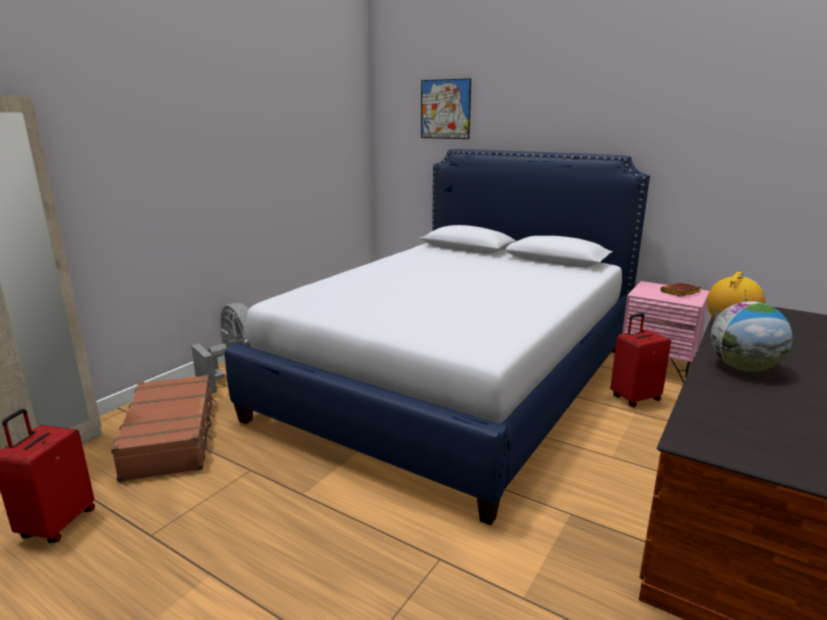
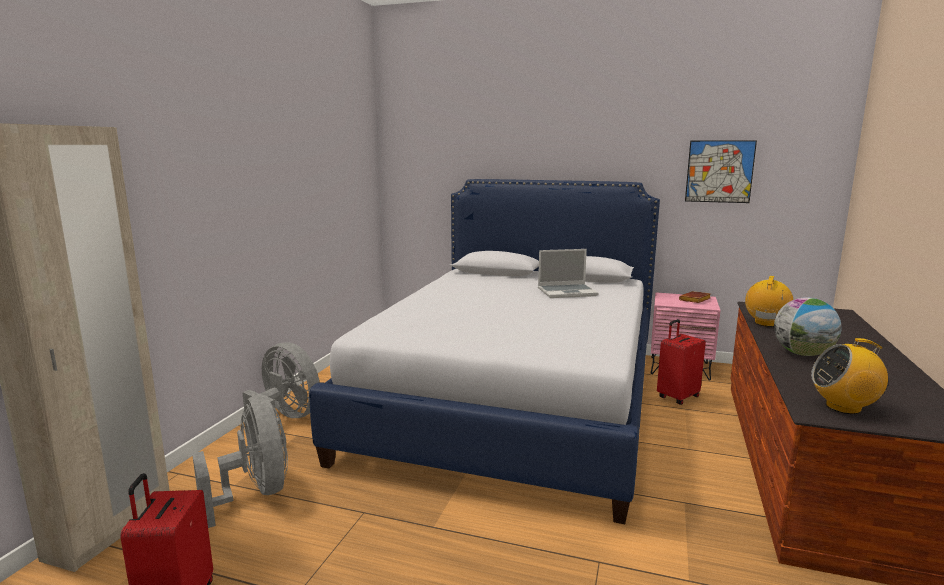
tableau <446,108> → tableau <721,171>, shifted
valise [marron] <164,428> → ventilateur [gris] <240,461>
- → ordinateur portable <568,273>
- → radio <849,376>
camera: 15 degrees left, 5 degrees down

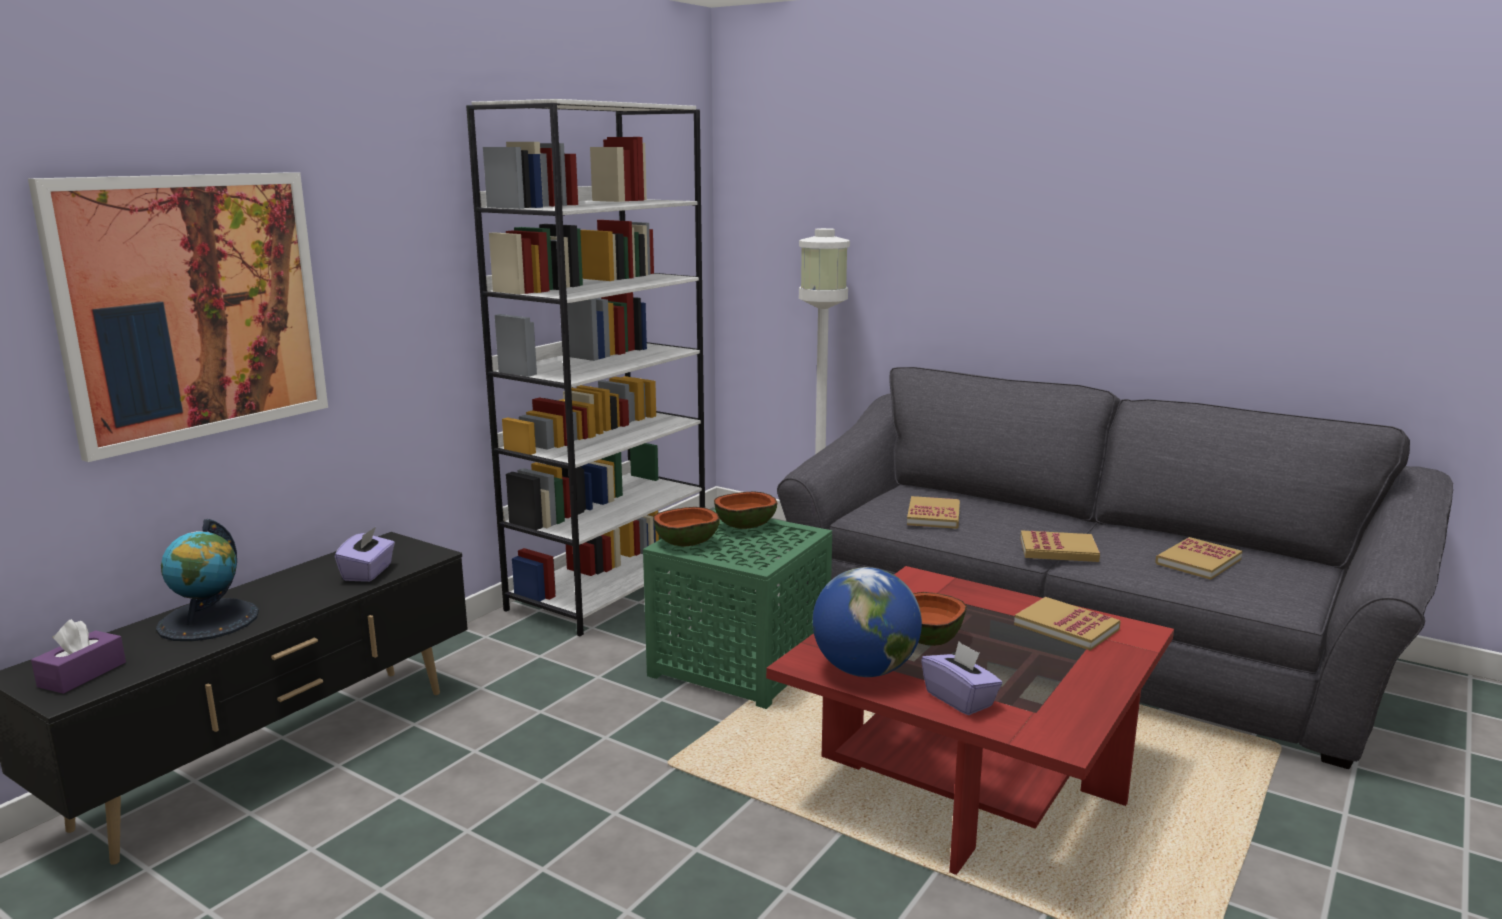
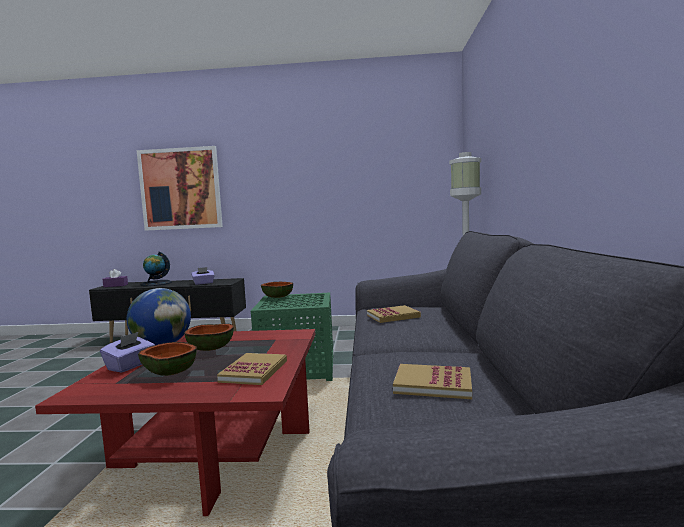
bibliothèque [blanc] <585,367> → -
bol <745,510> → bol <167,359>, shifted
livre <1060,546> → -
camera: 60 degrees right, 10 degrees down

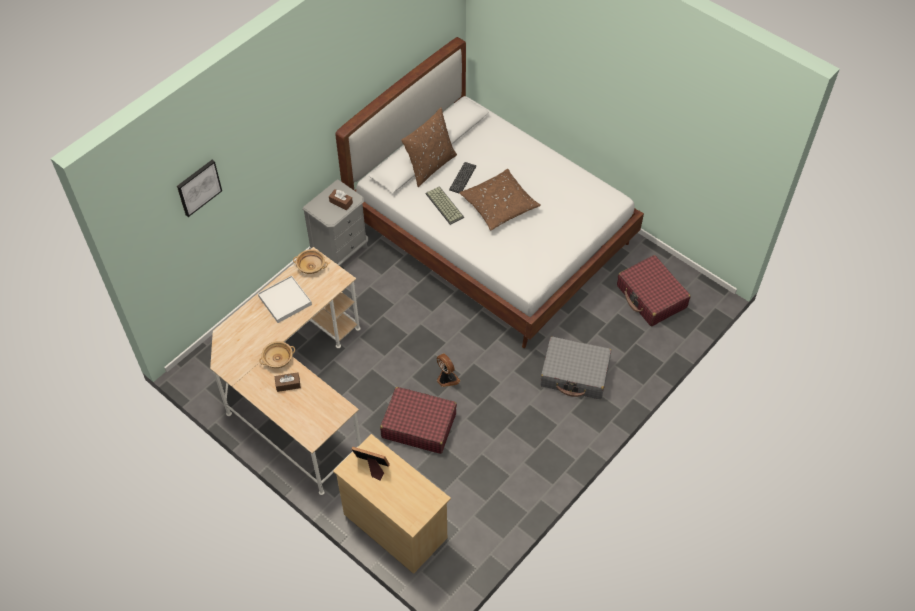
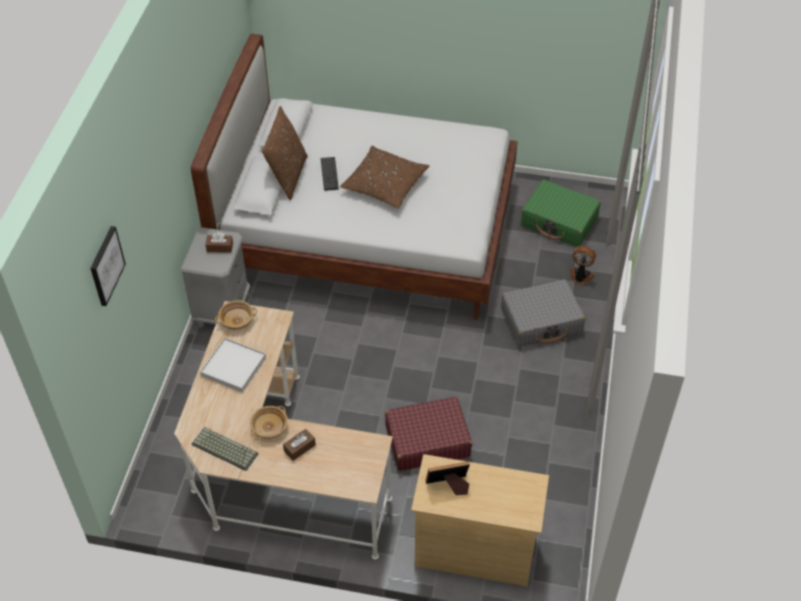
clavier <444,205> → clavier <225,449>, shifted
valise [rouge] <654,290> → valise [vert] <561,213>
ventilateur <448,370> → ventilateur <583,265>, shifted
camera: 30 degrees left, 5 degrees down

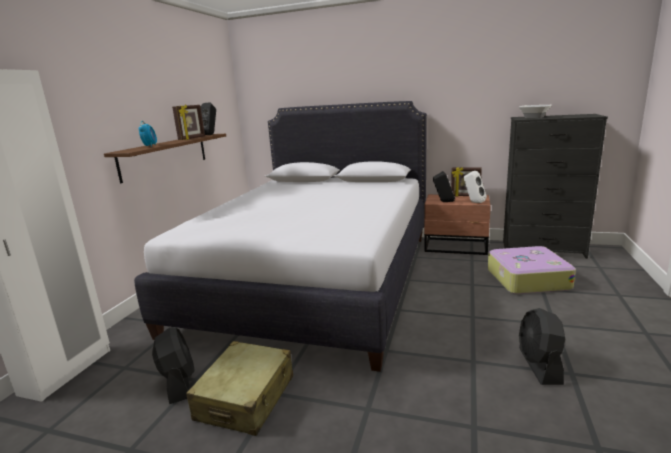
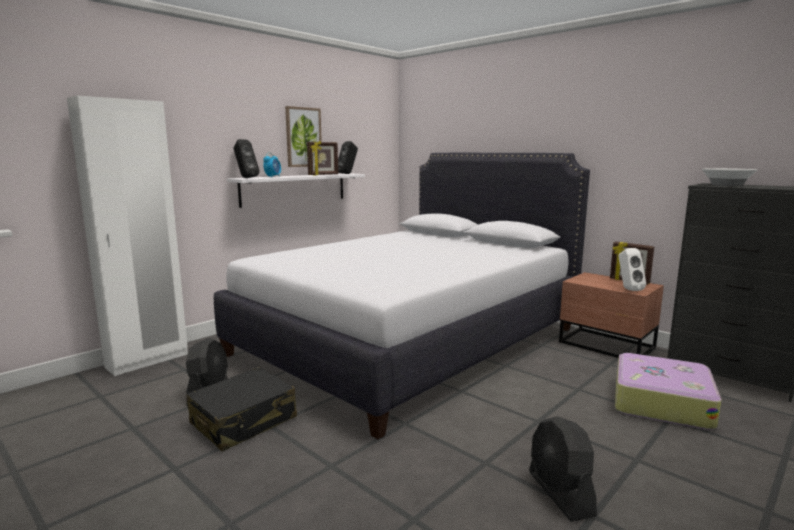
étagère [marron] <165,158> → étagère [blanc] <296,190>
enceinte [noir] <444,186> → enceinte [noir] <246,158>, shifted
ventilateur [noir] <542,346> → ventilateur [noir] <563,469>, 45 degrees counterclockwise
valise [beige] <239,388> → valise [noir] <241,409>
- → tableau <303,136>
camera: 25 degrees right, 5 degrees down

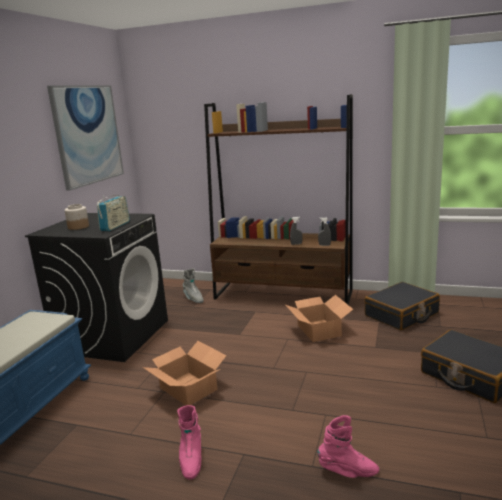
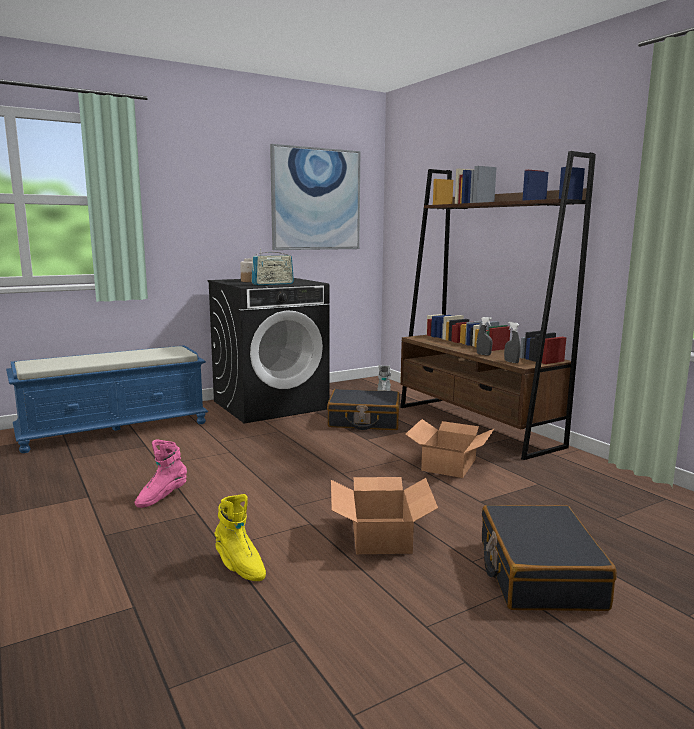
valise [noir] <402,306> → valise [noir] <363,409>, shifted
carton <185,373> → carton <384,515>, shifted
botte [rose] <348,446> → botte [jaune] <240,537>
camera: 40 degrees right, 5 degrees down

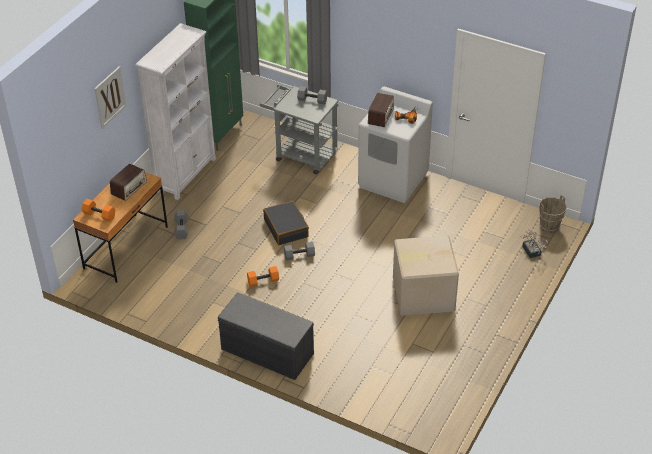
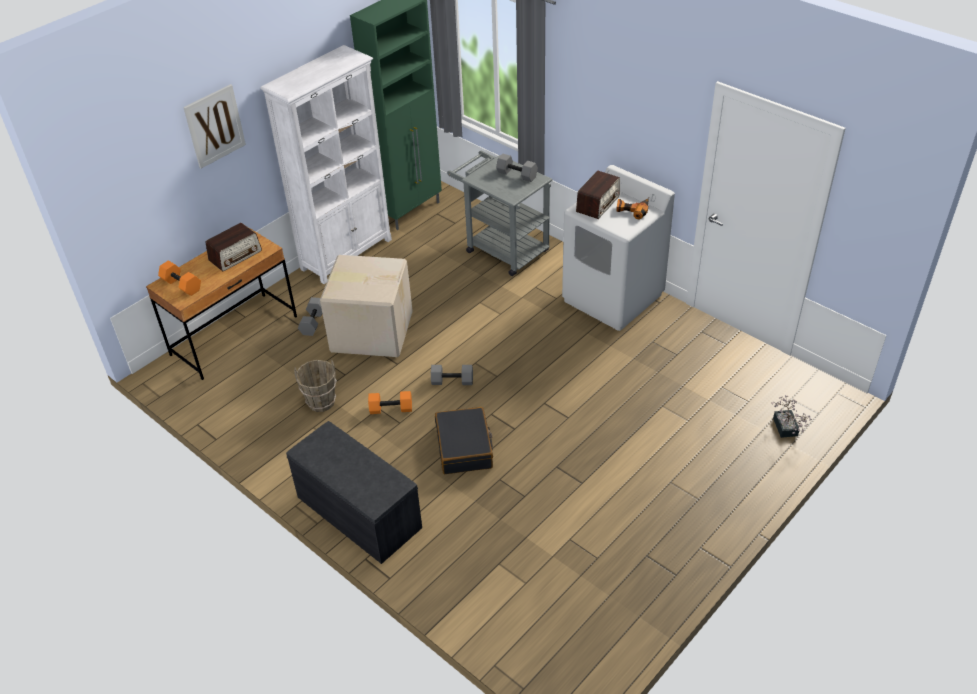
seau [marron] <553,214> → seau [marron] <315,385>, shifted
valise [noir] <286,223> → valise [noir] <464,440>, shifted
carton <426,275> → carton <366,306>, shifted
camera: 15 degrees right, 0 degrees up

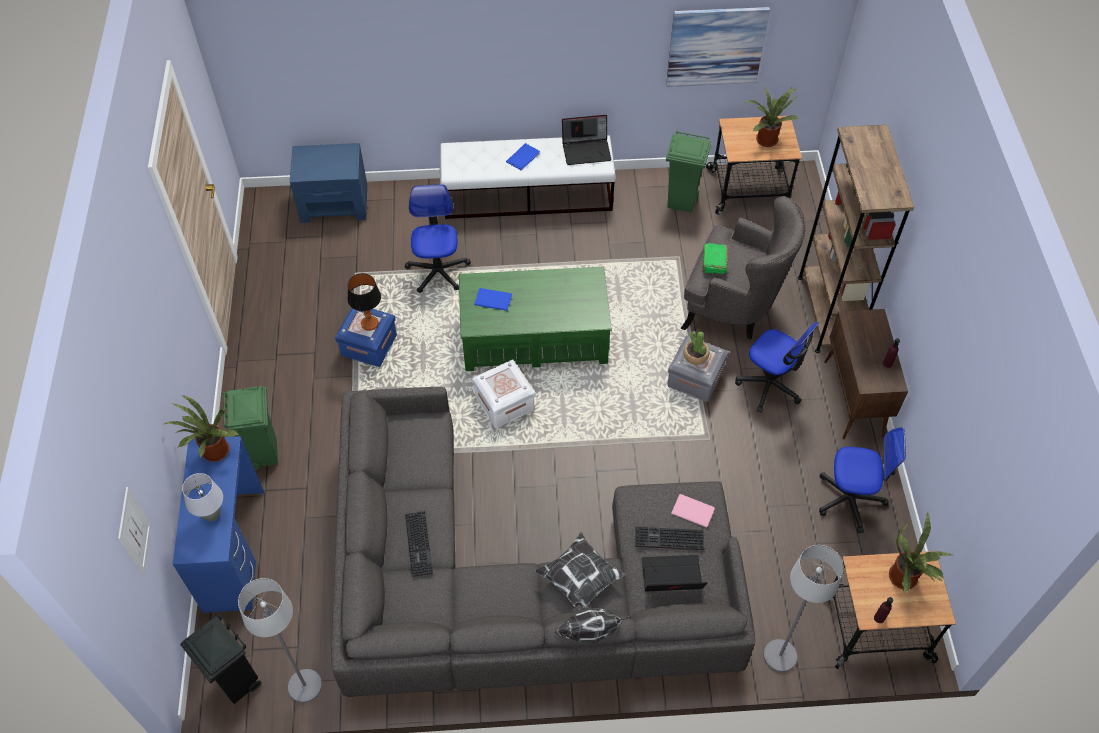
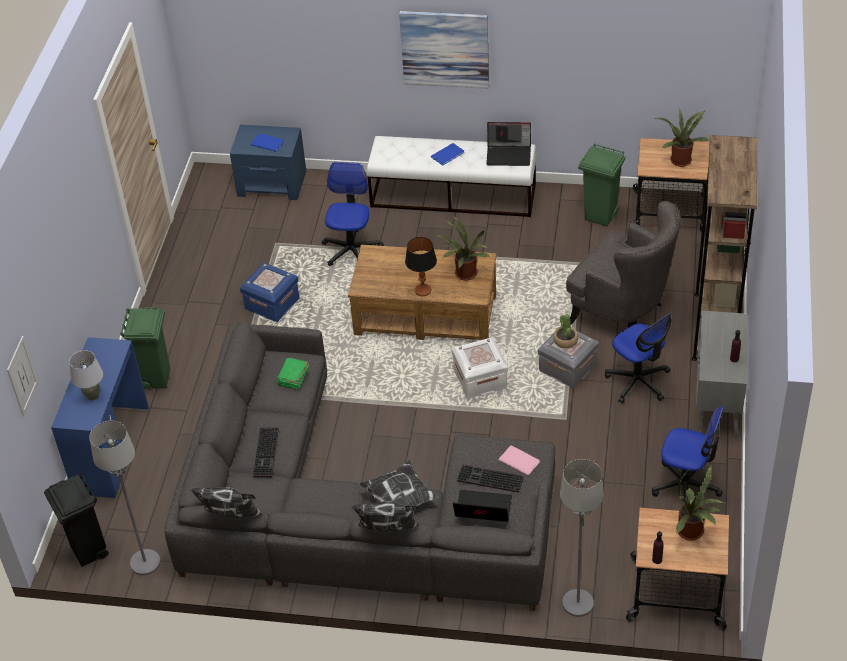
tableau <718,47> → tableau <444,50>, shifted
livre [vert] <715,259> → livre [vert] <293,374>, shifted
table basse [vert] <535,319> → table basse [marron] <422,292>
lampe de table <364,302> → lampe de table <421,266>, shifted
livre [bleu] <493,299> → livre [bleu] <267,142>, shifted
meuble de rangement [marron] <866,374> → meuble de rangement [gris] <721,375>
boîte de rangement [blanc] <503,393> → boîte de rangement [blanc] <480,368>, shifted
plante en pot <201,428> → plante en pot <463,248>, shifted
- → coussin <227,502>
camera: 15 degrees right, 10 degrees down

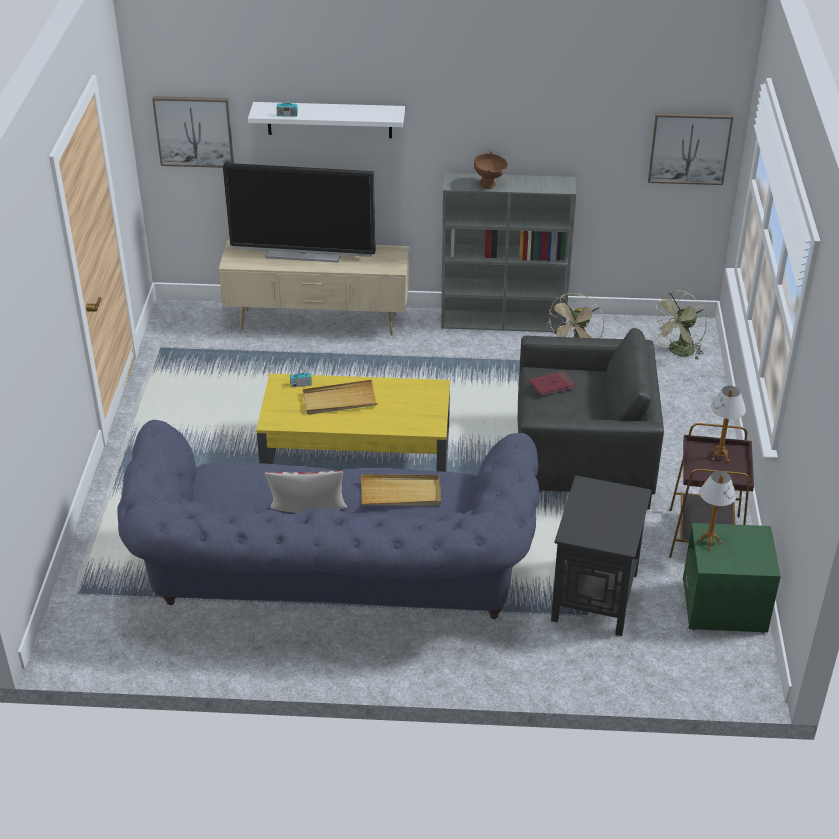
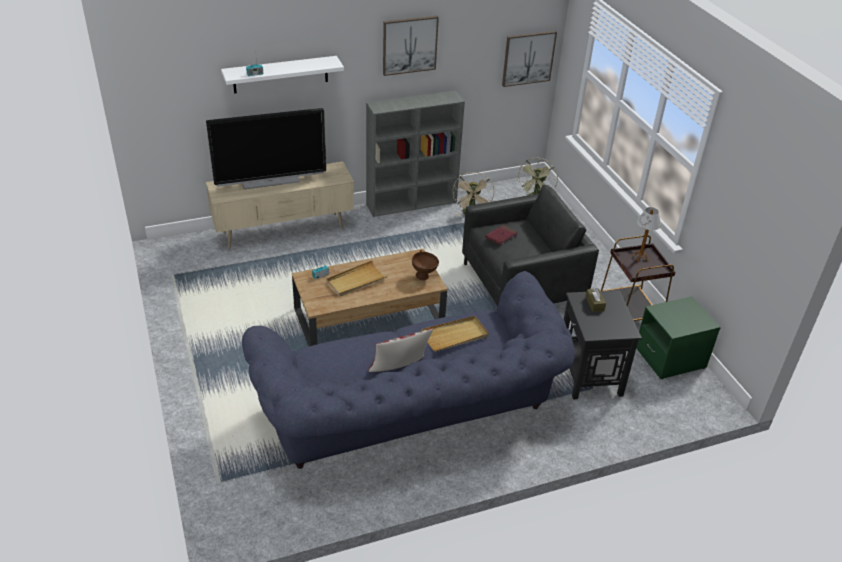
tableau <193,132> → tableau <411,46>, shifted
bol [marron] <491,170> → bol [marron] <425,265>, shifted
table basse [jaune] <353,423> → table basse [marron] <369,298>
lampe de table <717,510> → -
- → boîte à mouchoirs [marron] <595,300>
camera: 25 degrees left, 0 degrees up

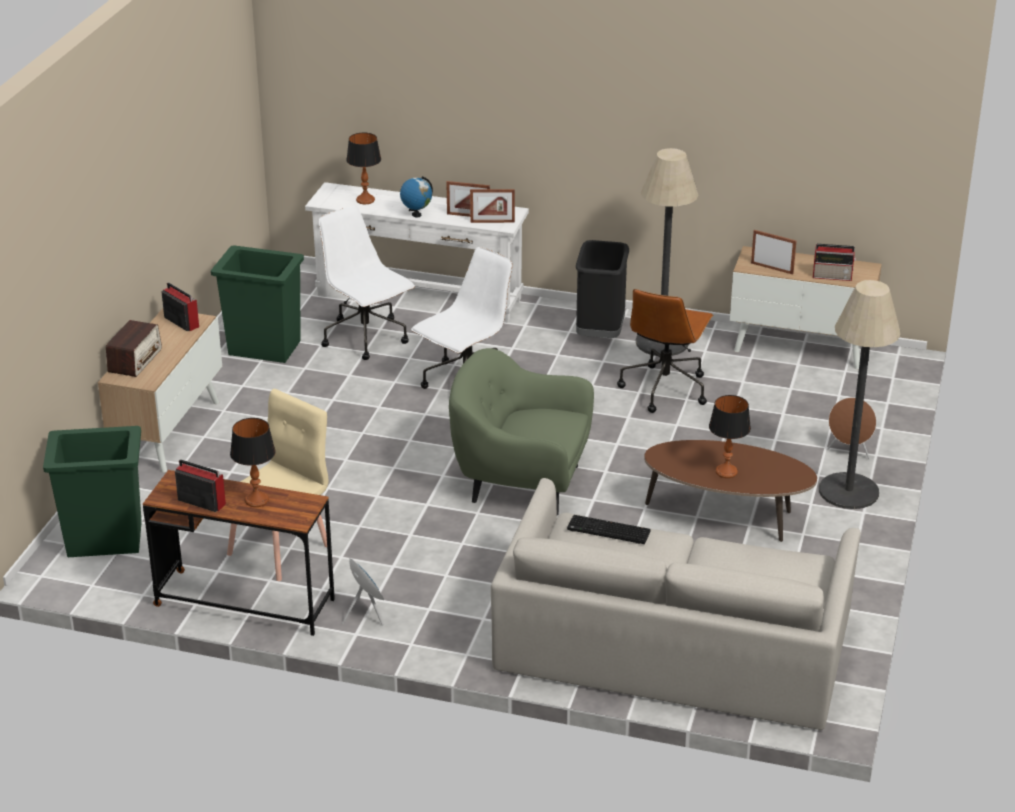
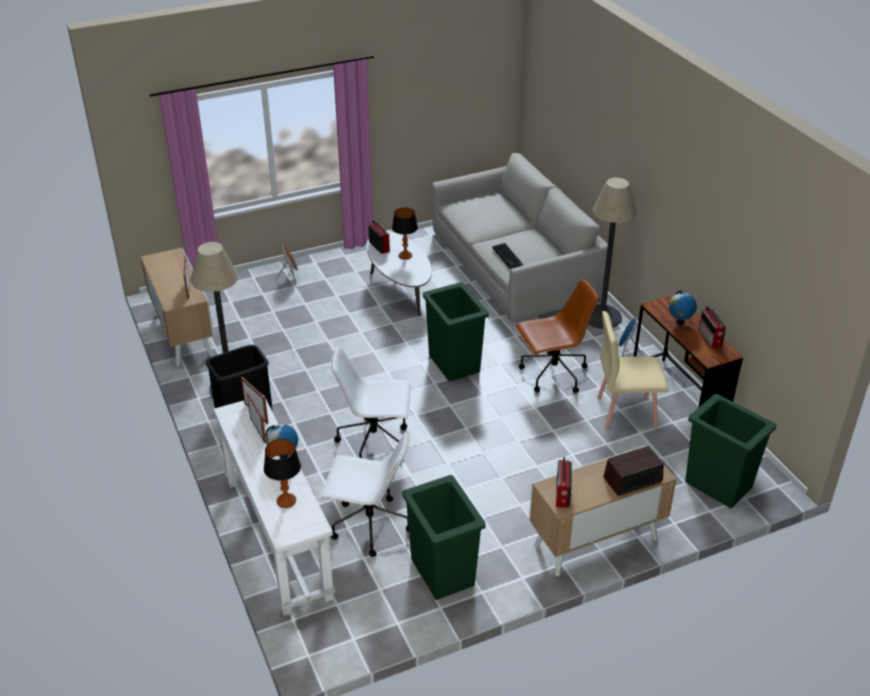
chaise de bureau [blanc] <367,283> → chaise de bureau [blanc] <365,493>, 90 degrees counterclockwise
radio <834,262> → radio <379,237>, shifted
lampadaire <860,394> → lampadaire <612,253>, shifted
chaise de bureau [marron] <665,351> → chaise de bureau [marron] <557,335>, shifted
fauteuil [vert] <521,431> → poubelle [vert] <456,331>
lampe de table <253,462> → globe <683,307>
table basse [marron] <730,491> → table basse [blanc] <399,273>
camera: 130 degrees left, 5 degrees up

